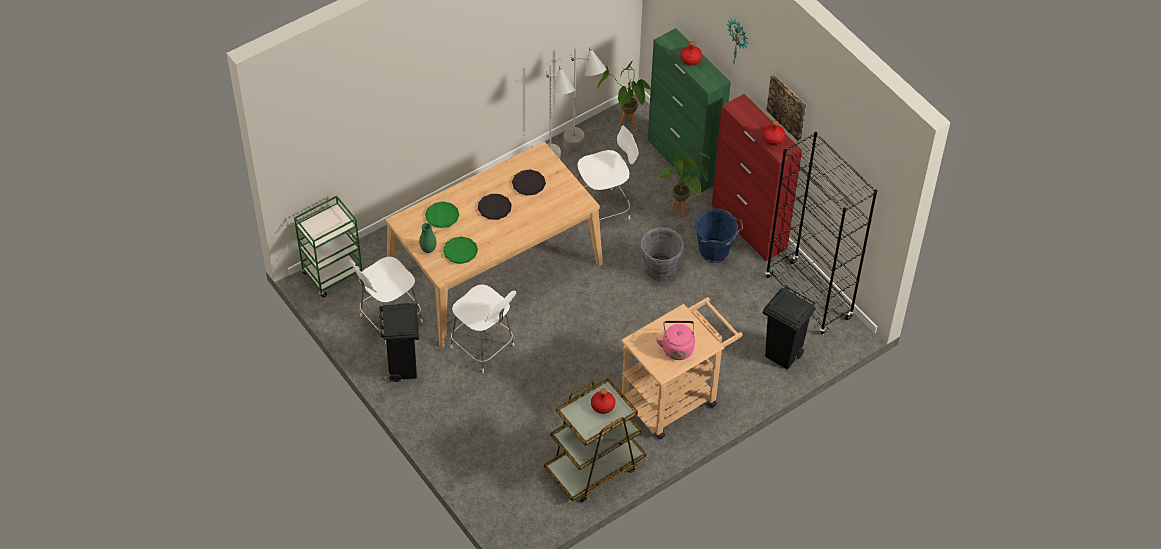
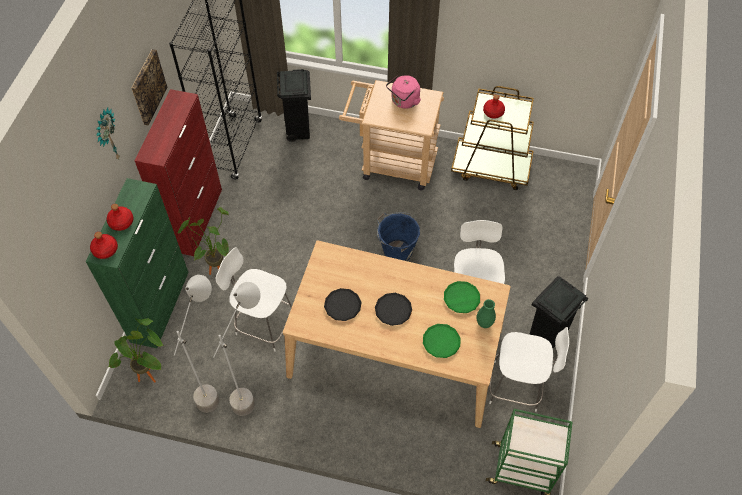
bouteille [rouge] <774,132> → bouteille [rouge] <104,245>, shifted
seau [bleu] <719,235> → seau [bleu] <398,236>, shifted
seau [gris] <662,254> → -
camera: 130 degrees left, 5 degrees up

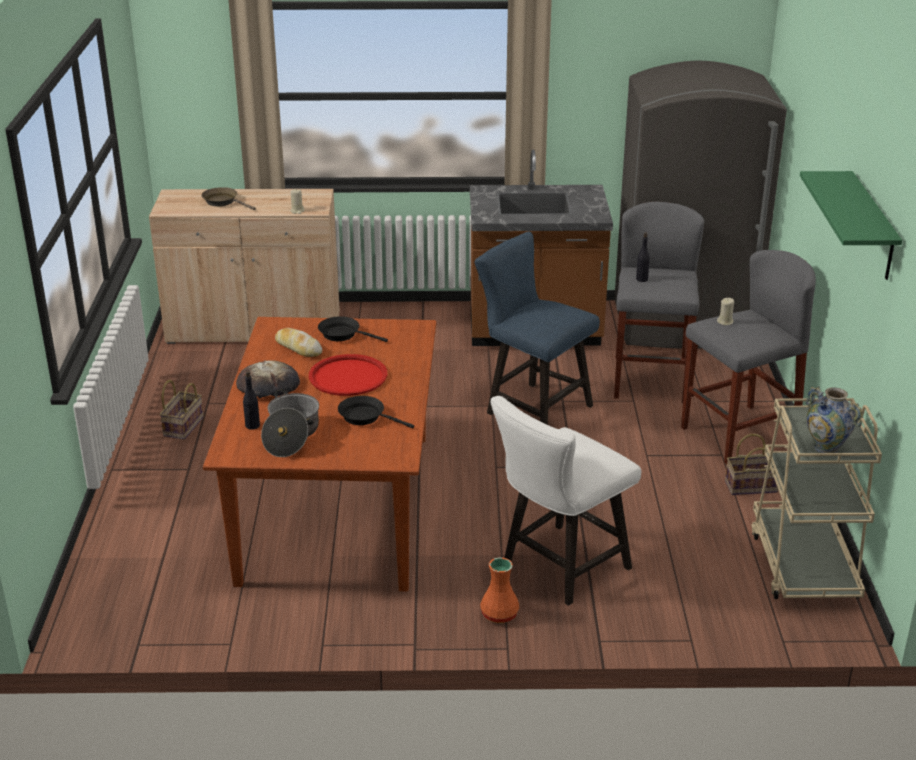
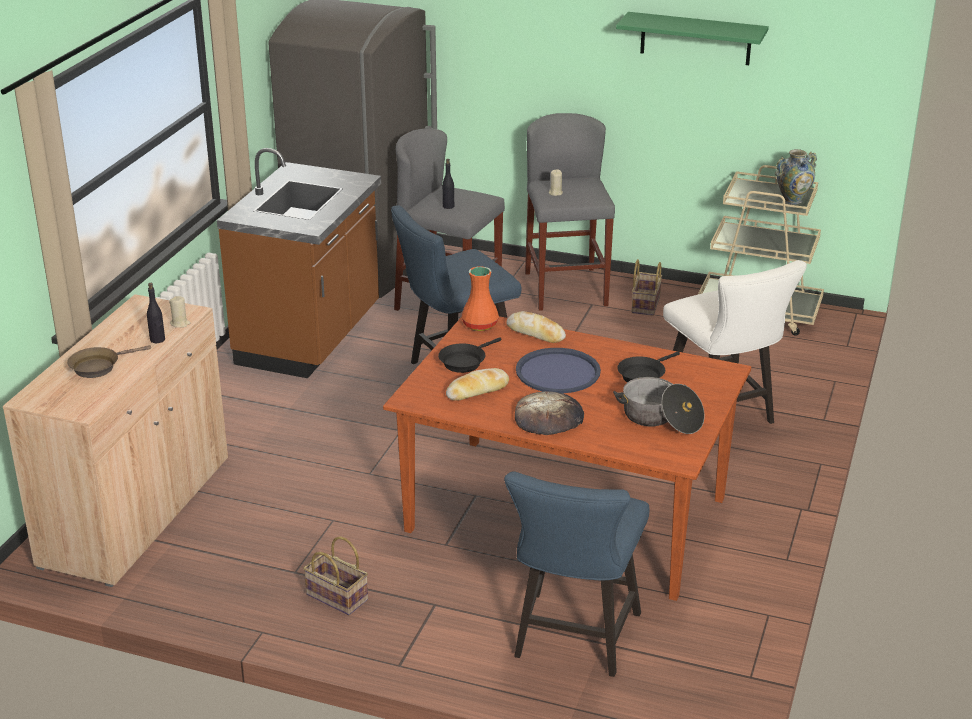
plateau [rouge] <348,375> → plateau [bleu] <558,370>
bouteille [noir] <251,400> → bouteille [noir] <156,313>, shifted
vase [orange] <499,590> → vase [orange] <480,298>, shifted
- → pain <536,327>
- → chaise [bleu] <576,574>
camera: 70 degrees left, 0 degrees up

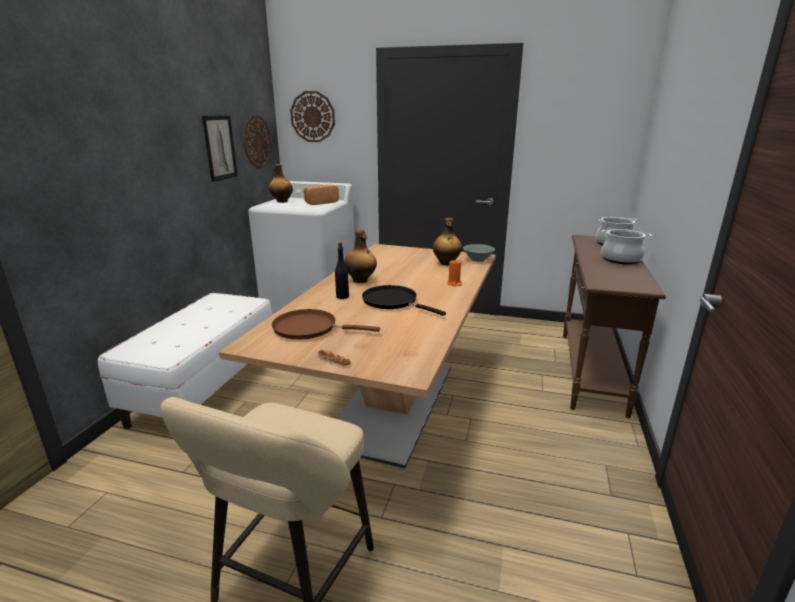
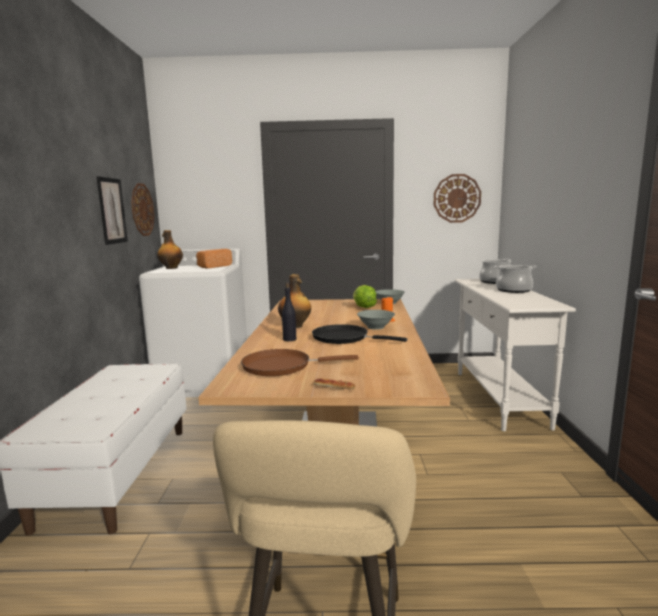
horloge murale <312,116> → horloge murale <457,198>, shifted
bouteille <447,241> → laitue <365,296>
table console [marron] <614,326> → table console [blanc] <515,355>
- → bol [gris] <376,320>
camera: 15 degrees left, 10 degrees down

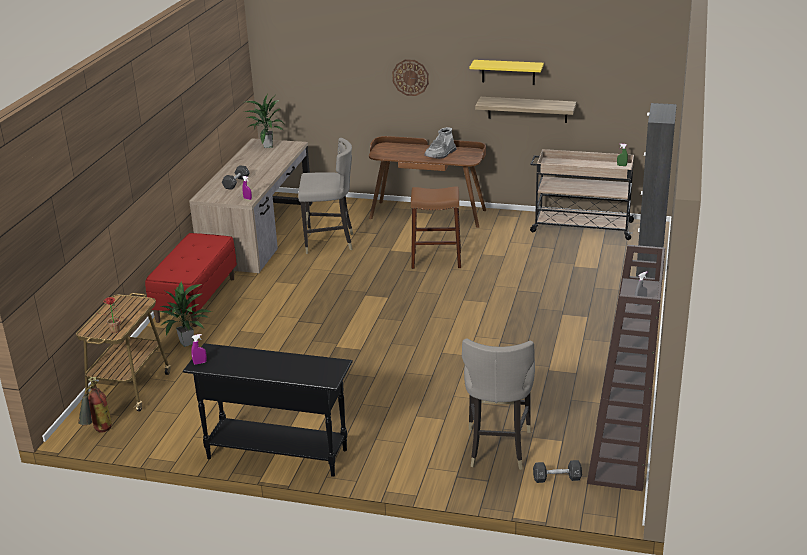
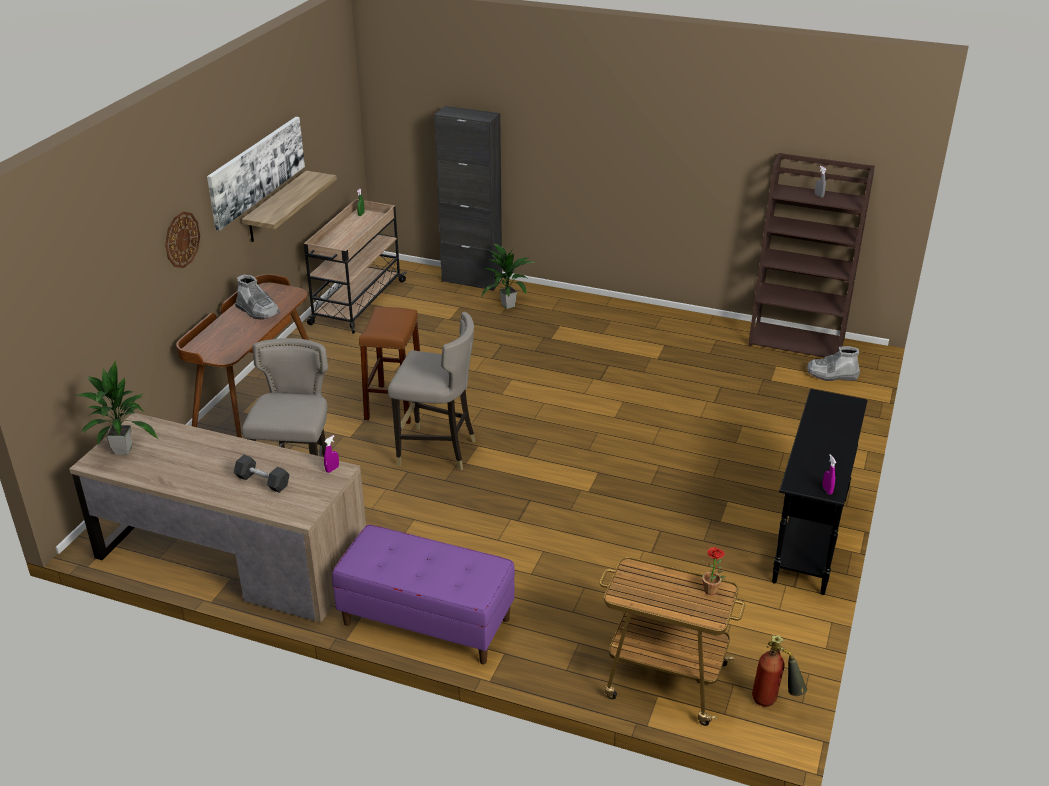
étagère [jaune] <506,72> → tableau <256,174>
banc [rouge] <191,280> → banc [violet] <423,594>
plante en pot <185,314> → plante en pot <508,276>, shifted
tabouret [gris] <498,404> → tabouret [gris] <432,391>, shifted
haltère [noir] <557,471> → botte [gris] <833,363>
camera: 85 degrees left, 5 degrees up

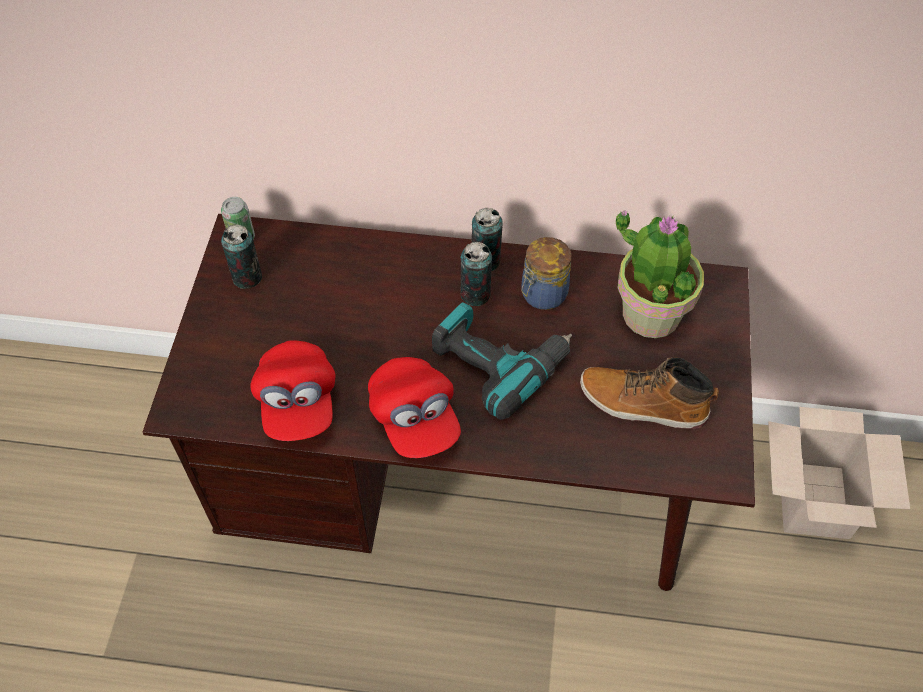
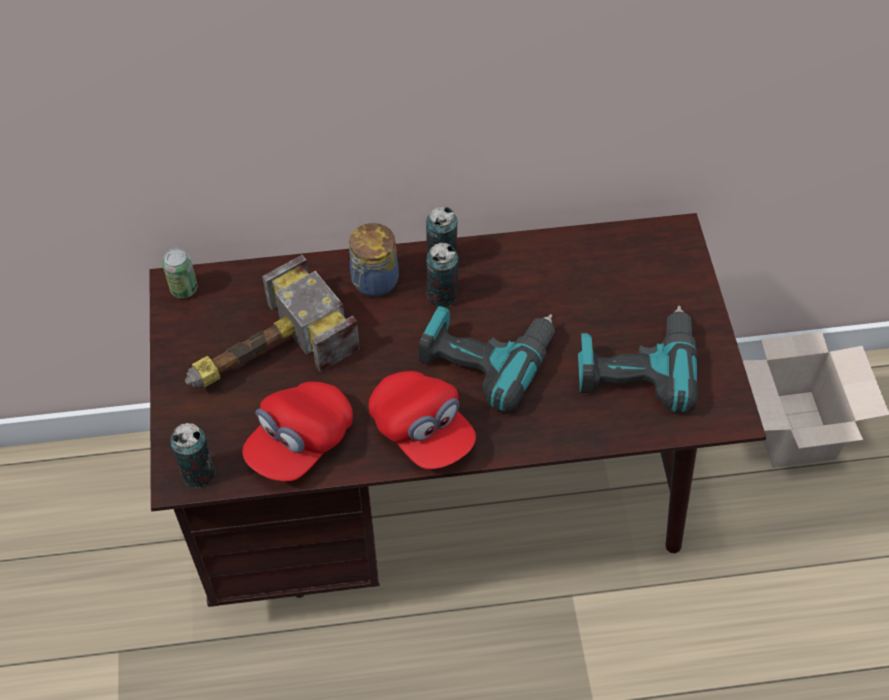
plante en pot <660,274> → -
boîte métallique <241,257> → boîte métallique <193,455>, shifted
bocal <546,273> → bocal <374,260>, shifted
casquette [rouge] <292,390> → casquette [rouge] <297,431>, 60 degrees clockwise
botte <649,393> → perceuse <638,359>
- → marteau <272,321>
camera: 15 degrees left, 0 degrees up

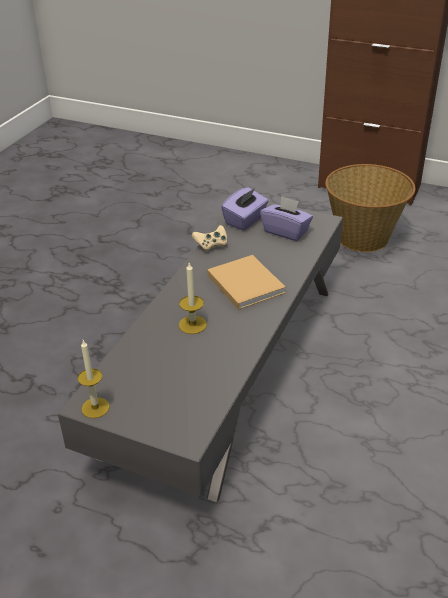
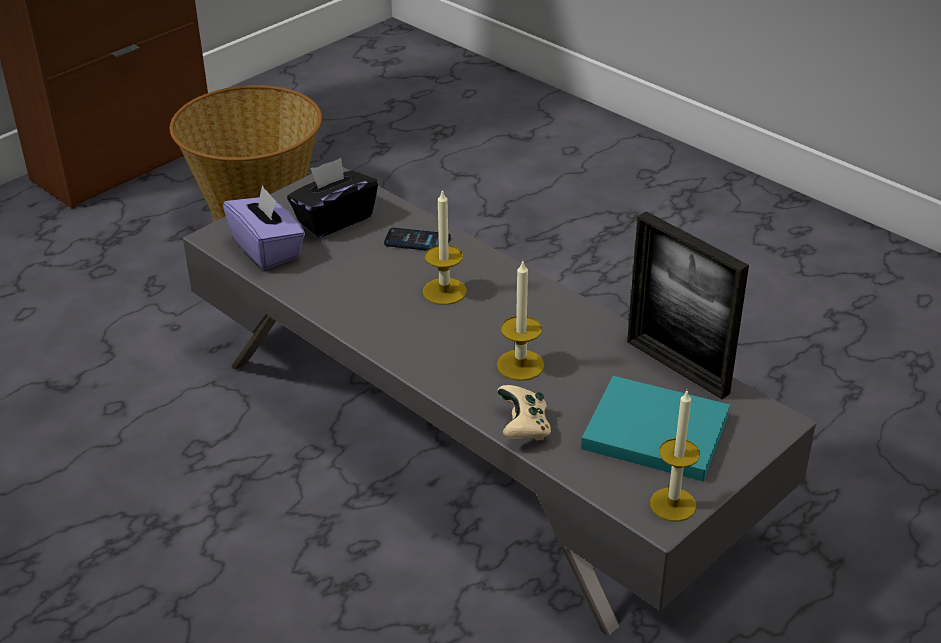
boîte à mouchoirs [violet] <286,218> → boîte à mouchoirs [noir] <332,197>
manette [beige] <209,238> → manette [beige] <524,413>, shifted
livre [beige] <246,282> → bougie <444,247>
- → cadre photo <688,305>
- → téléphone <417,239>
- → livre [turquoise] <655,429>
camera: 70 degrees left, 0 degrees up

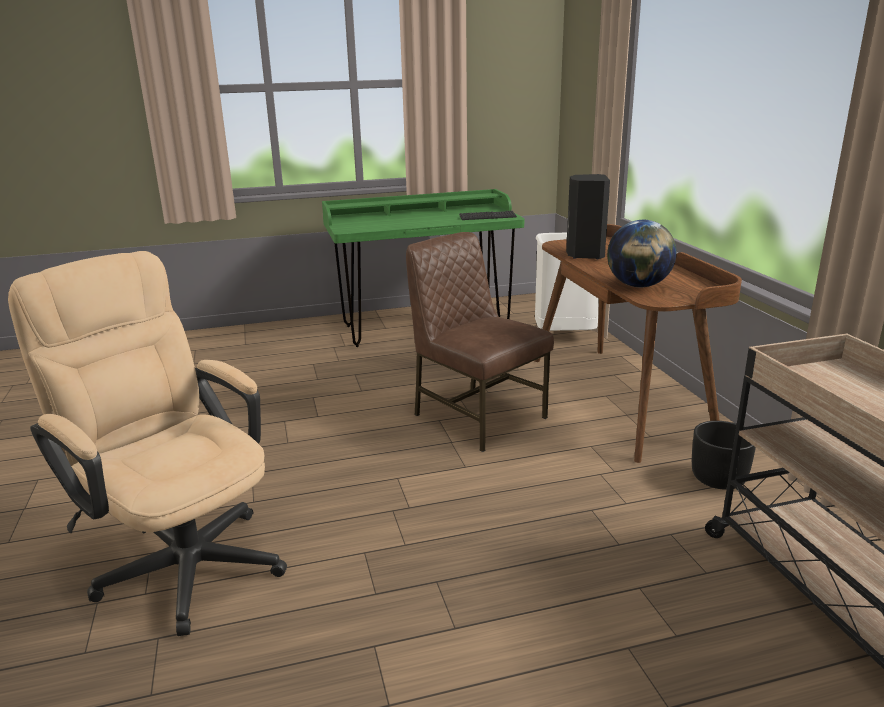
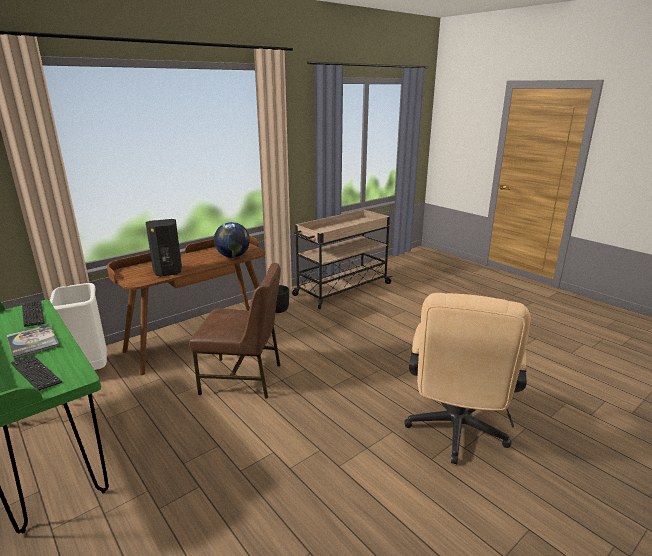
chaise [marron] <480,342> → chaise [marron] <235,331>, 105 degrees counterclockwise
- → livre <33,341>
- → clavier <36,373>
camera: 115 degrees left, 0 degrees up

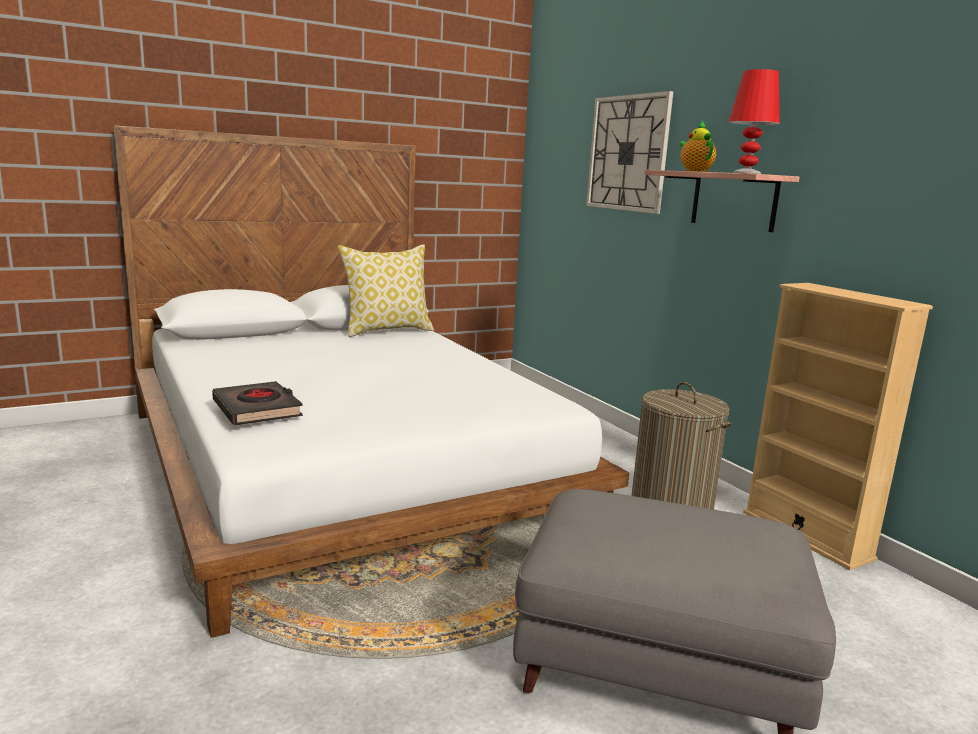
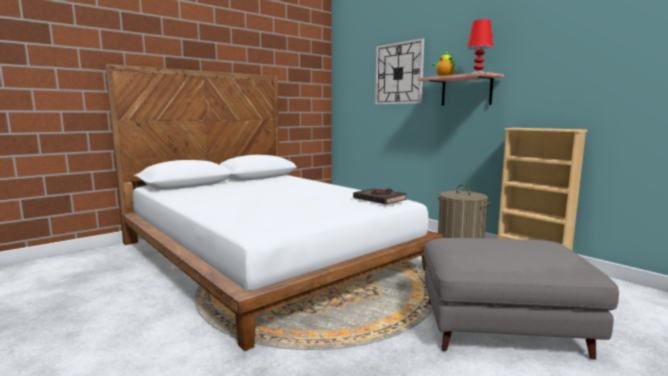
coussin <386,290> → -
livre [noir] <257,403> → livre [noir] <380,196>, shifted
camera: 10 degrees left, 5 degrees down

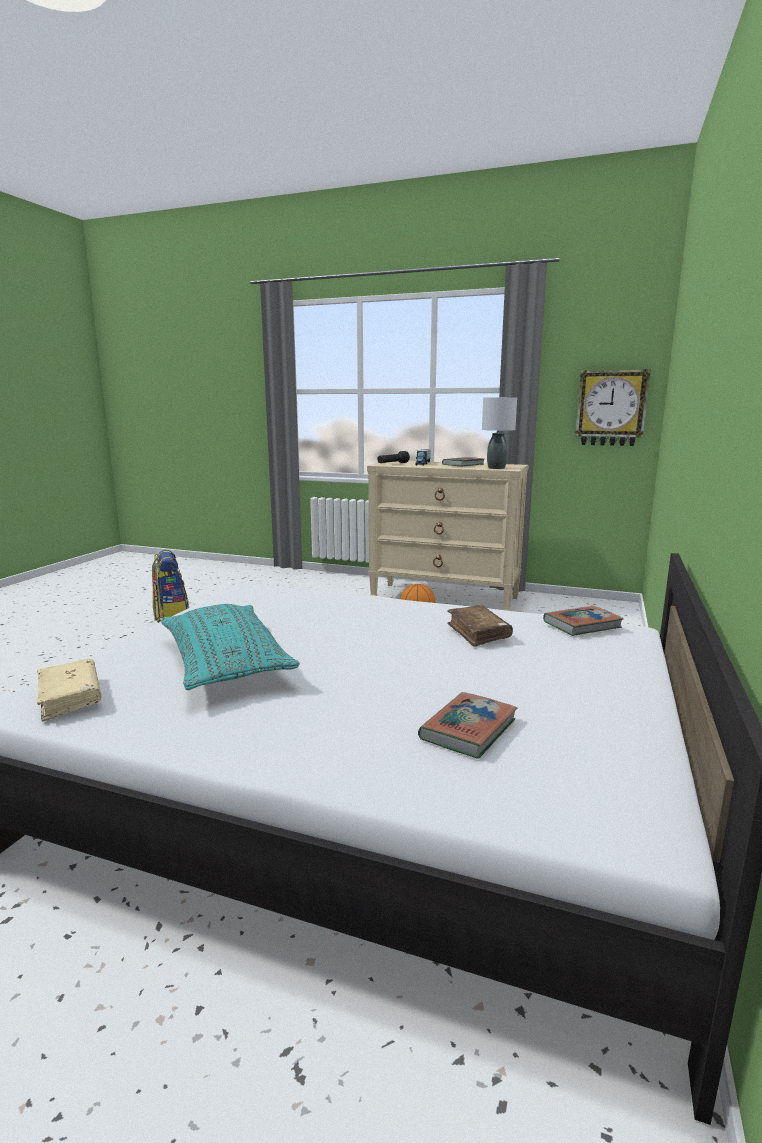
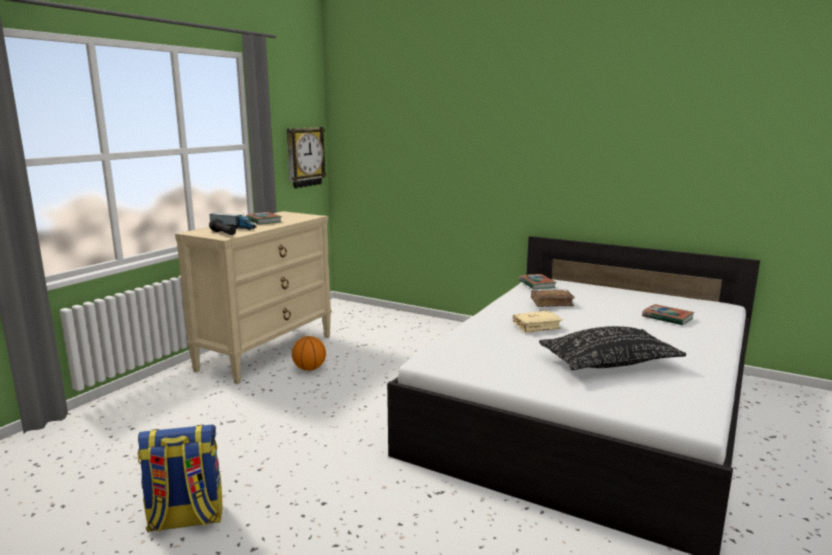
lampe de table [gris] <499,433> → -
coussin [turquoise] <230,647> → coussin [noir] <612,348>
livre [beige] <69,690> → livre [beige] <538,321>, shifted
camera: 80 degrees left, 0 degrees up

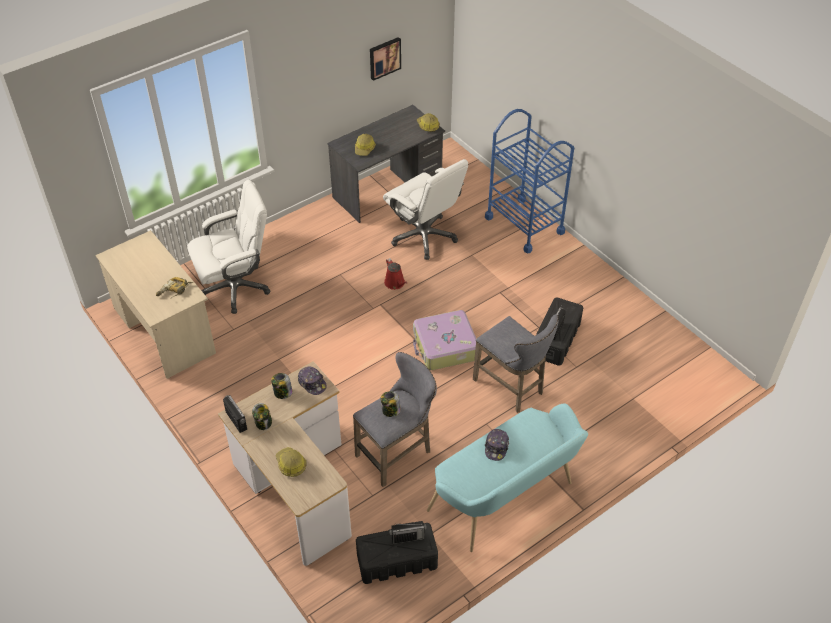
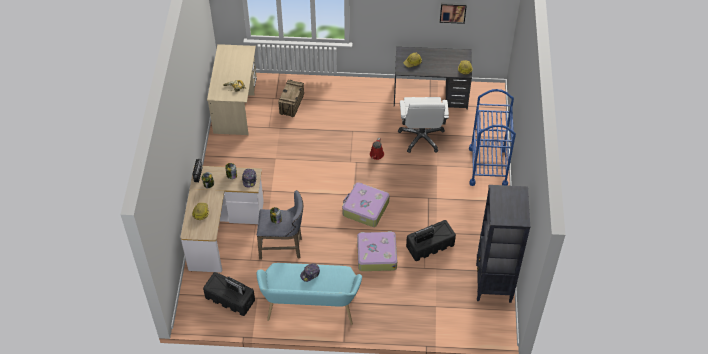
chaise de bureau [blanc] <229,247> → caisse <291,98>
tabouret [gris] <516,363> → valise <377,251>
- → bibliothèque [noir] <503,244>
camera: 40 degrees right, 5 degrees up

